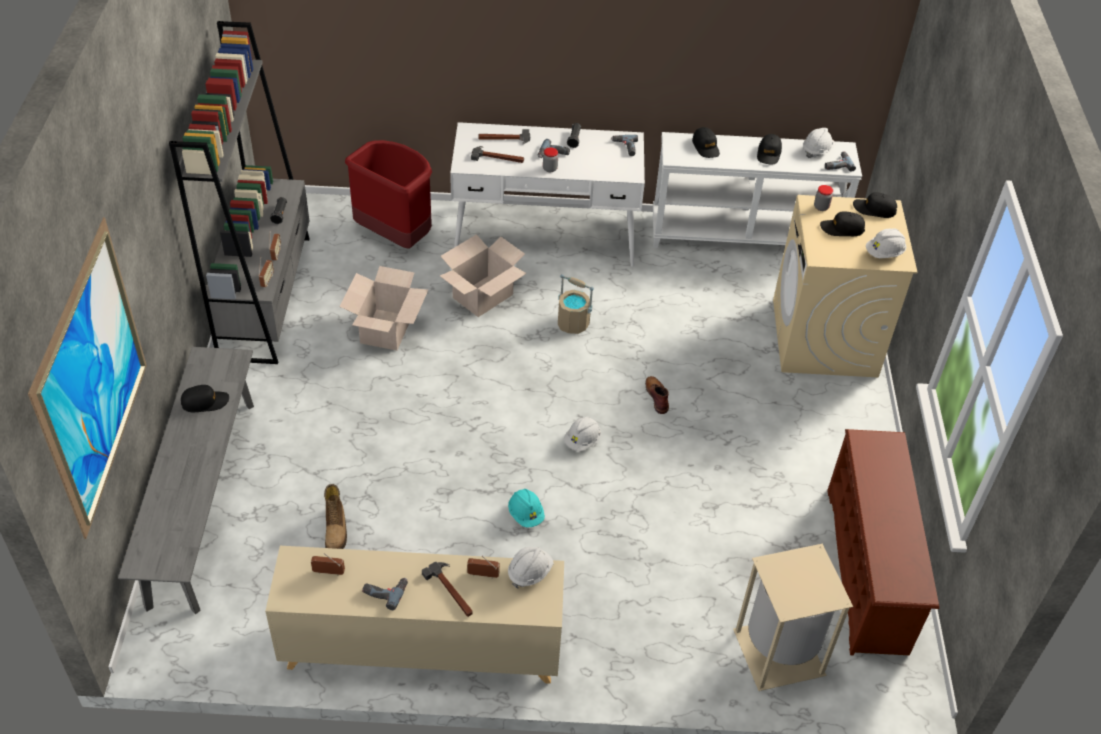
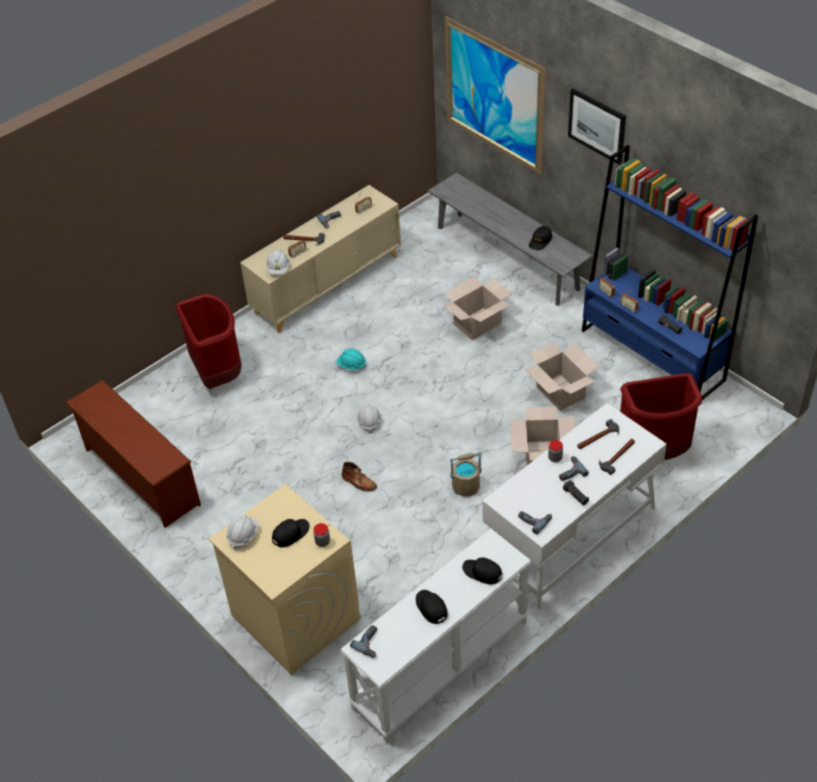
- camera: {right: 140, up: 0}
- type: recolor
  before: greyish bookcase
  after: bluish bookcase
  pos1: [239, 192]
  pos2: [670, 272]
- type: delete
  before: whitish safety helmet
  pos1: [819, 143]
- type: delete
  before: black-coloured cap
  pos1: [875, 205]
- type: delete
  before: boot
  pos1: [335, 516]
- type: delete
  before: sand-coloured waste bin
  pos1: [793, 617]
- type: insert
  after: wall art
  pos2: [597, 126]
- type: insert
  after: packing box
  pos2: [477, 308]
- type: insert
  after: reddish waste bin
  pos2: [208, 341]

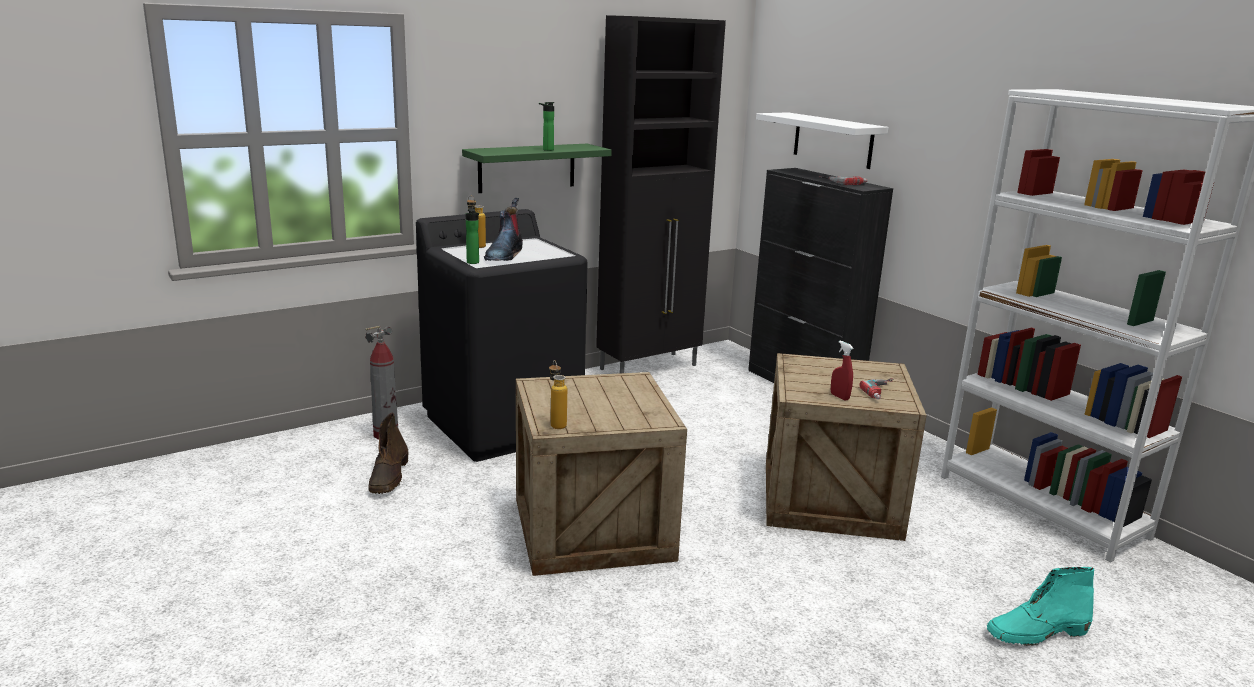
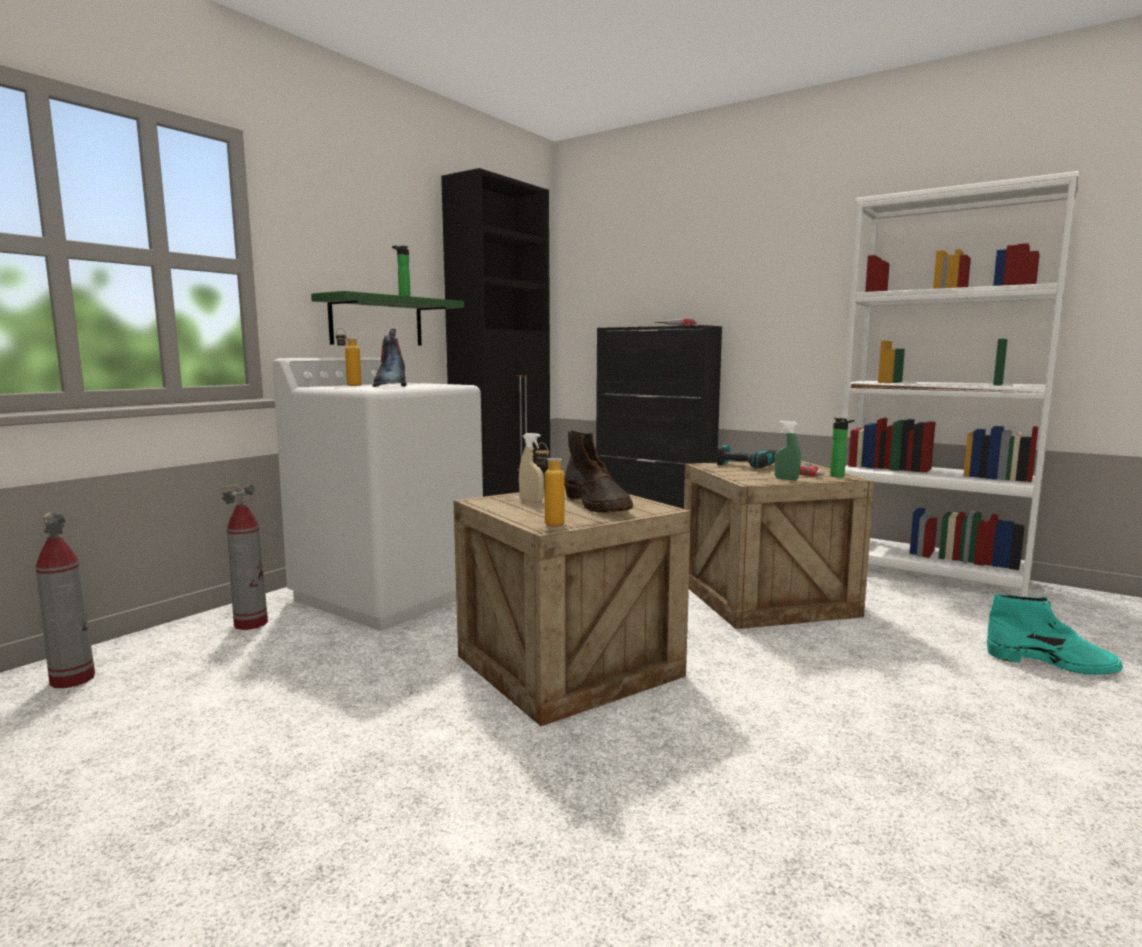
- camera: {right: -20, up: -10}
- type: delete
  before: whitish wall shelf
  pos1: [822, 140]
- type: recolor
  before: black-coloured laundry appliance
  after: whitish laundry appliance
  pos1: [502, 335]
  pos2: [378, 493]
- type: move
  before: beverage bottle
  pos1: [472, 236]
  pos2: [842, 447]
- type: recolor
  before: reddish spray bottle
  after: green-coloured spray bottle
  pos1: [842, 371]
  pos2: [787, 450]
- type: move
  before: brown-coloured boot
  pos1: [388, 453]
  pos2: [599, 472]
- type: rotate
  before: blue-green boot
  pos1: [1040, 606]
  pos2: [1055, 634]
  turn: -120
- type: insert
  after: sand-coloured spray bottle
  pos2: [531, 467]
- type: insert
  after: power drill
  pos2: [747, 457]
- type: insert
  after: fire-fighting cylinder
  pos2: [65, 599]

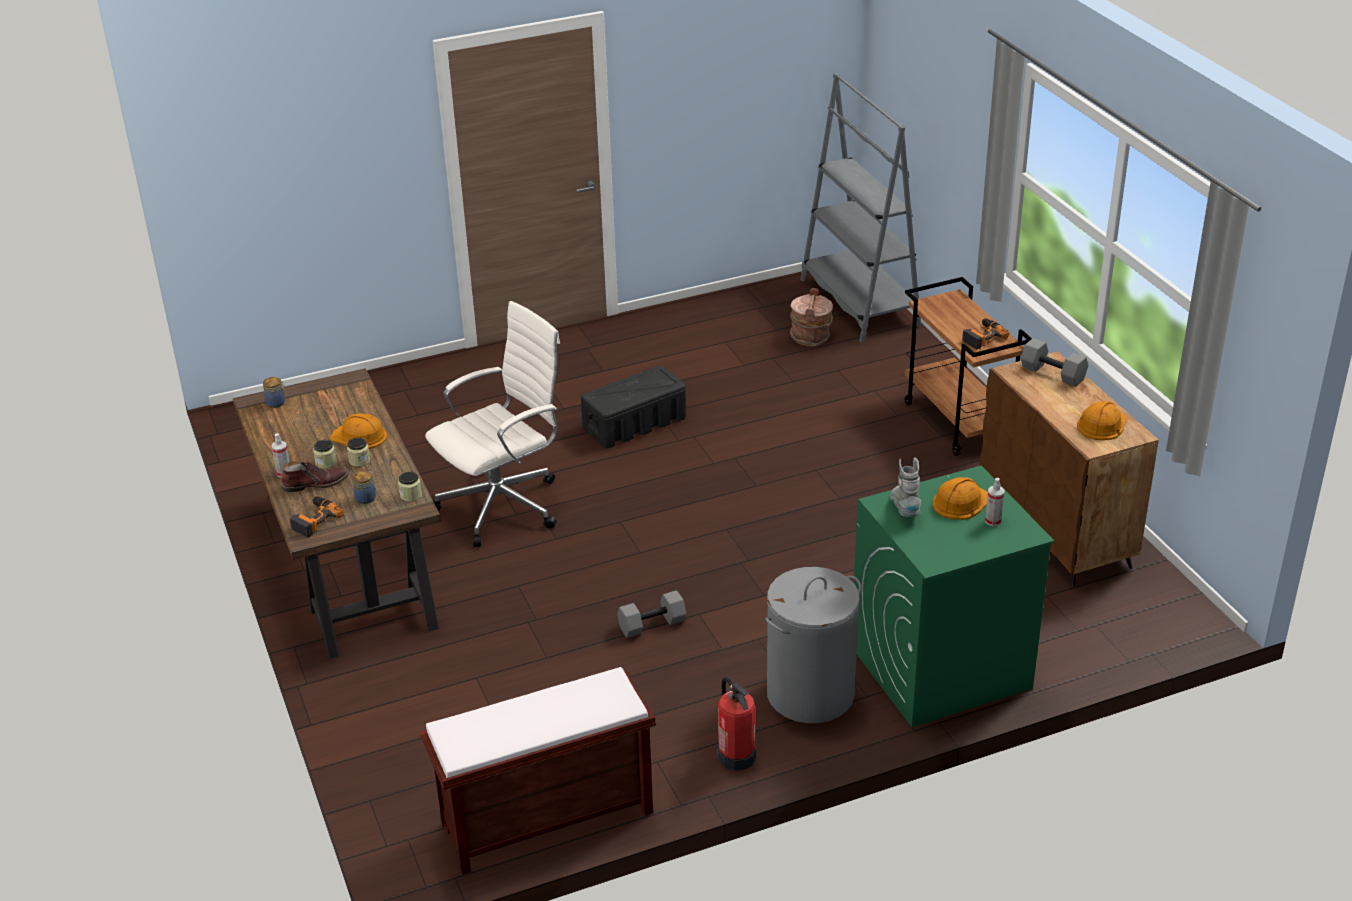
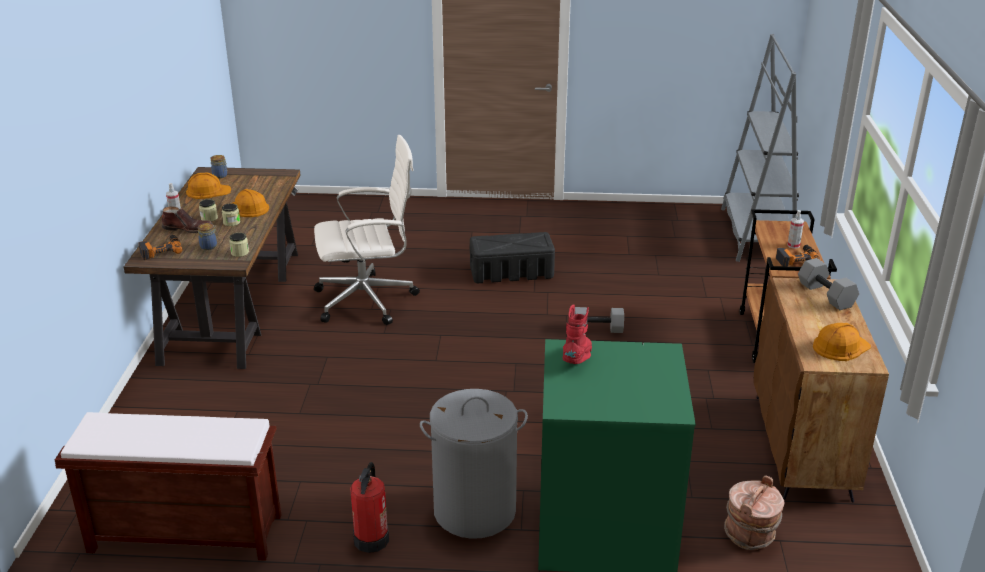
- camera: {right: 25, up: -5}
- type: move
  before: brown-coloured water bucket
  pos1: [811, 317]
  pos2: [754, 512]
- type: recolor
  before: greyish boot
  after: reddish boot
  pos1: [905, 487]
  pos2: [577, 334]
- type: move
  before: orangey safety helmet
  pos1: [960, 498]
  pos2: [208, 186]
- type: move
  before: spray bottle
  pos1: [994, 502]
  pos2: [795, 229]
- type: move
  before: greyish free weight
  pos1: [651, 614]
  pos2: [599, 320]

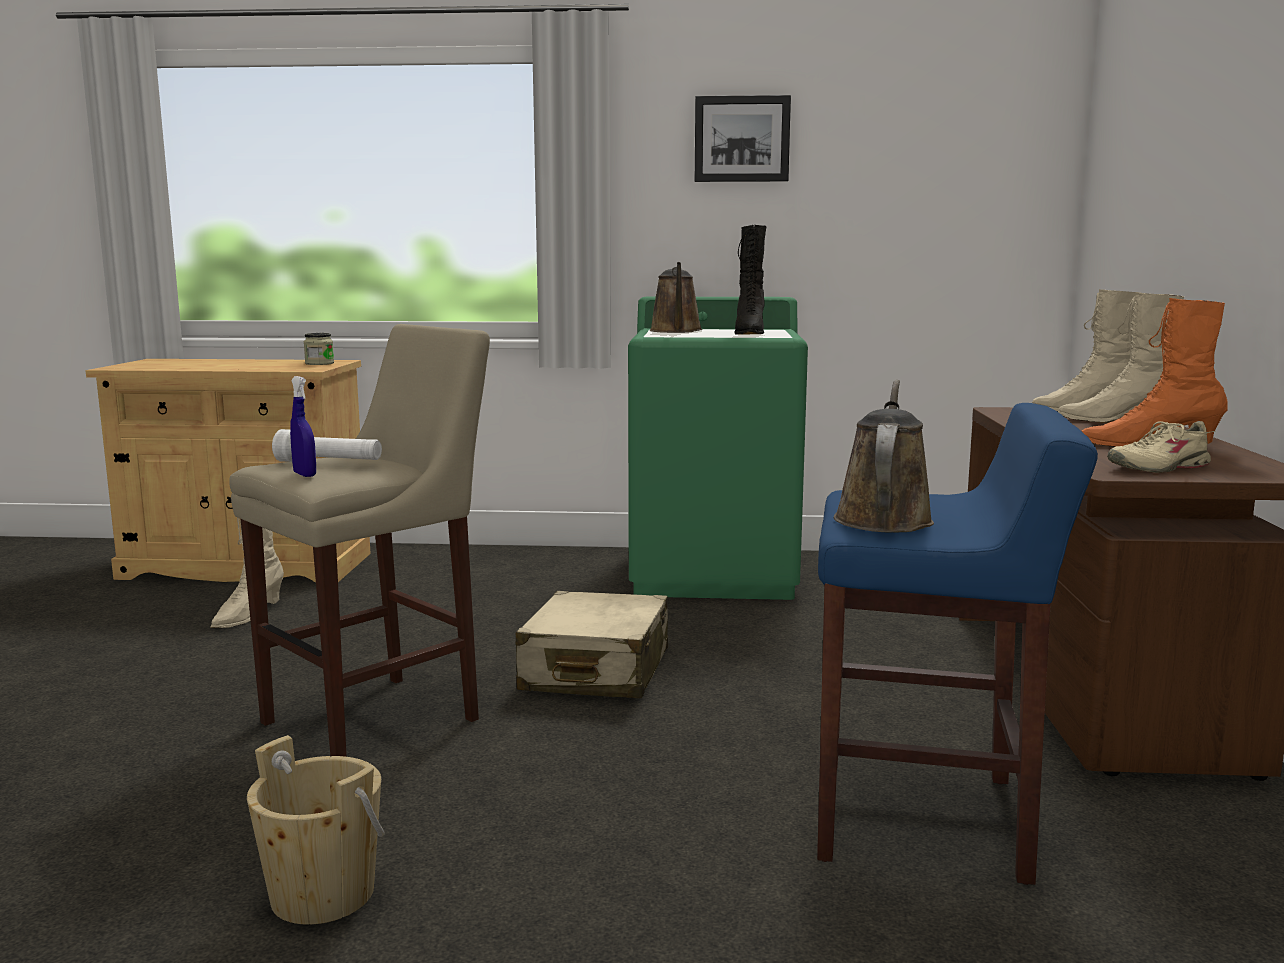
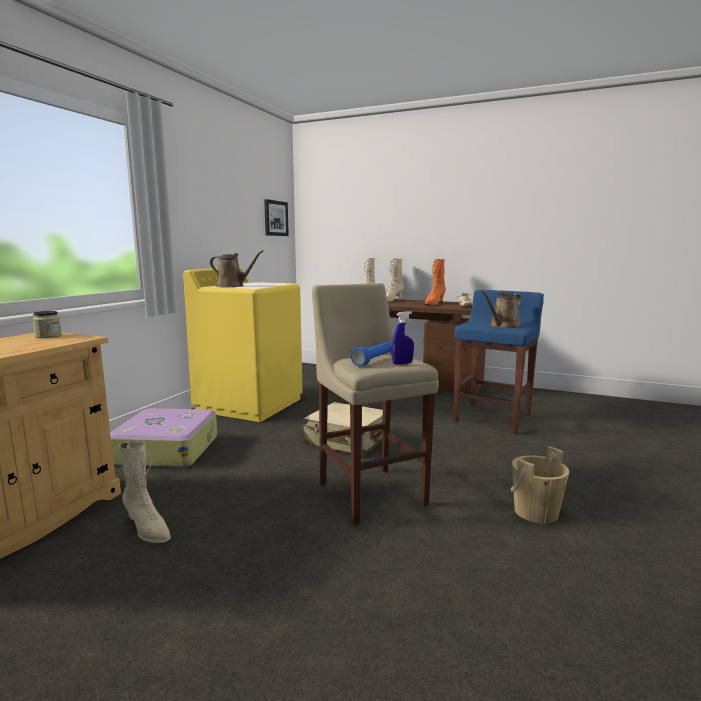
- camera: {right: -70, up: 0}
- type: move
  before: wall art
  pos1: [743, 138]
  pos2: [276, 217]
- type: delete
  before: black-coloured boot
  pos1: [750, 280]
- type: recolor
  before: green-coloured laundry appliance
  after: yellowish laundry appliance
  pos1: [718, 448]
  pos2: [243, 344]
- type: rotate
  before: brown-coloured sprinkling can
  pos1: [884, 456]
  pos2: [501, 309]
  turn: -75
- type: recolor
  before: whitish torch
  after: bluish torch
  pos1: [327, 445]
  pos2: [371, 354]
- type: insert
  after: suitcase
  pos2: [163, 438]

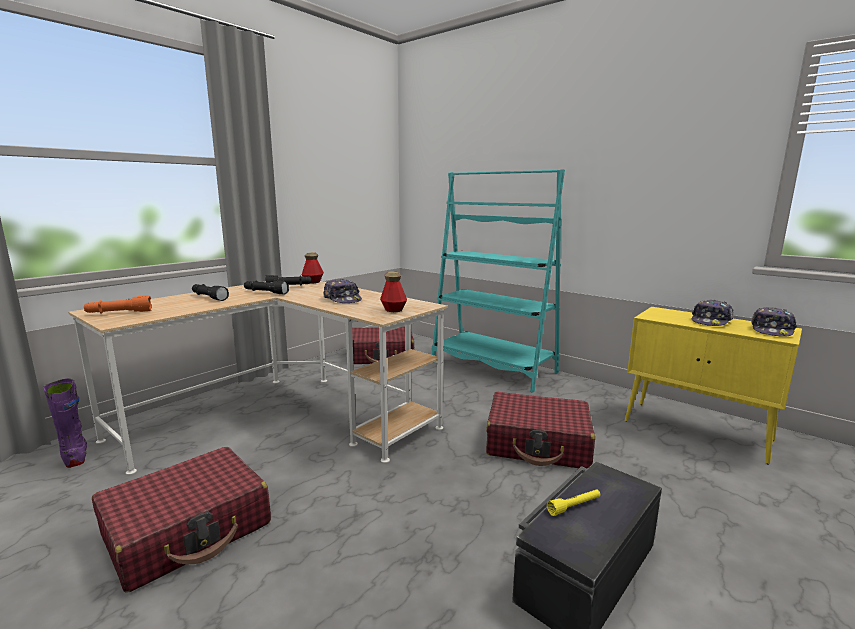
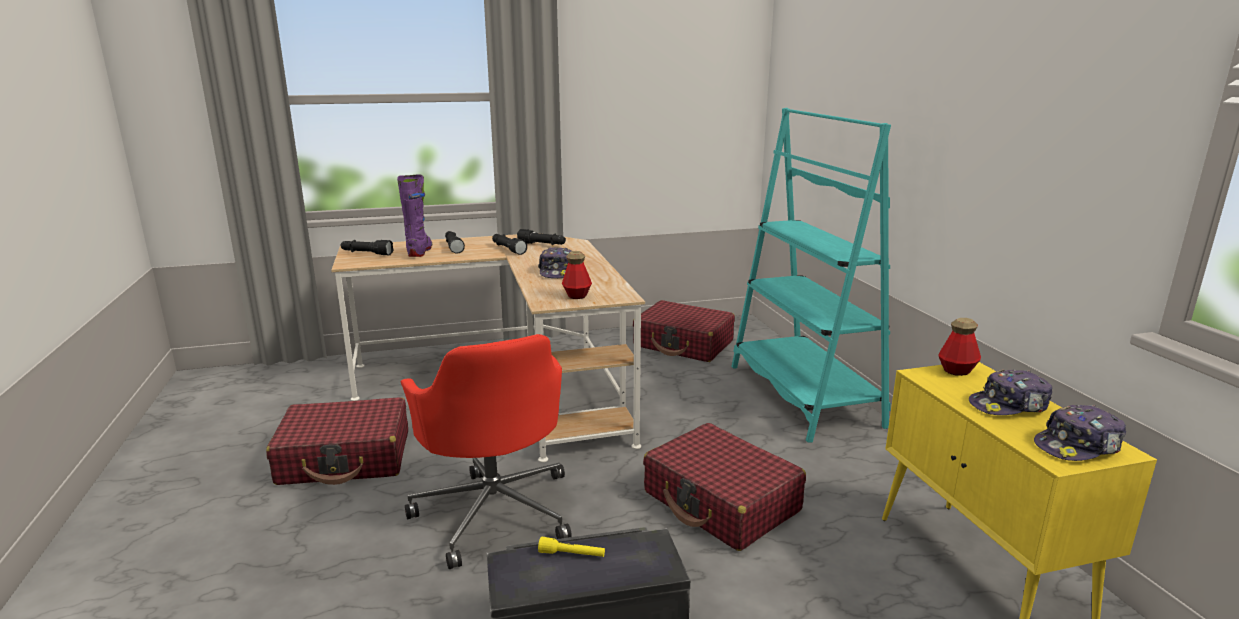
- camera: {right: 35, up: 5}
- type: move
  before: beverage bottle
  pos1: [313, 268]
  pos2: [959, 347]
- type: recolor
  before: orangey torch
  after: black-coloured torch
  pos1: [118, 304]
  pos2: [367, 247]
- type: move
  before: purple-coloured boot
  pos1: [65, 423]
  pos2: [415, 215]
- type: insert
  after: reddish computer chair
  pos2: [486, 451]

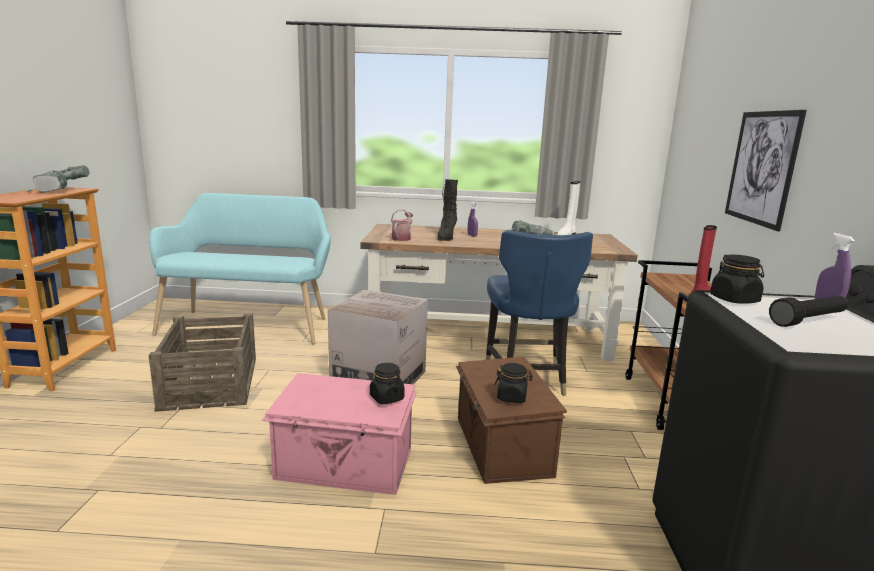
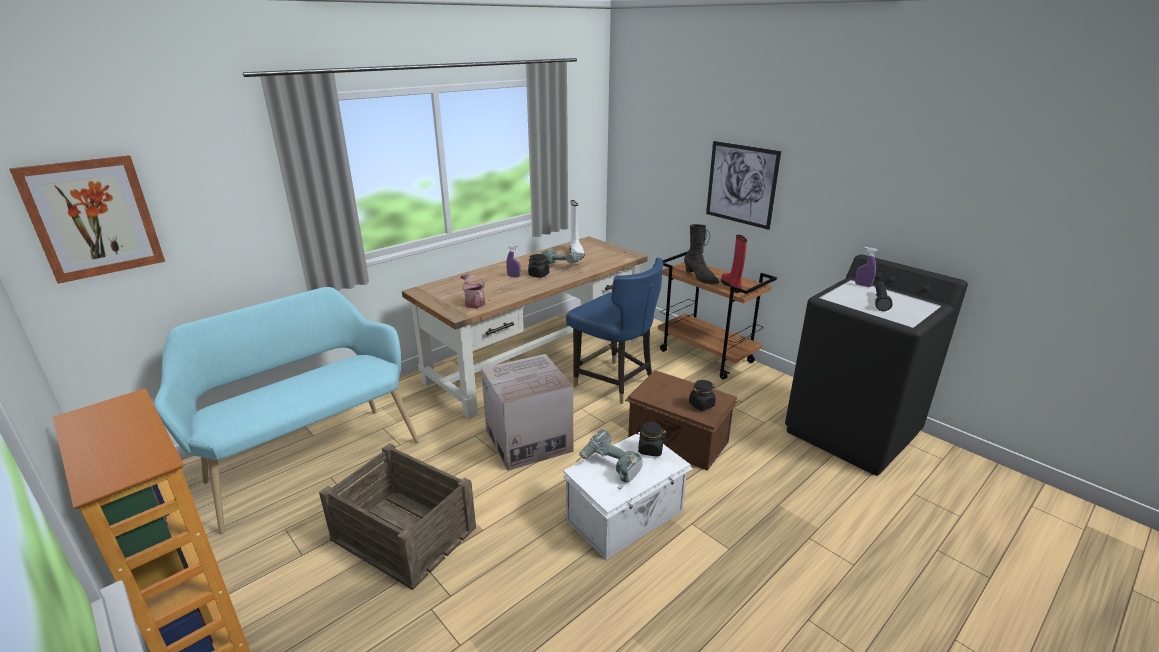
- camera: {right: -45, up: 10}
- type: move
  before: power drill
  pos1: [59, 179]
  pos2: [609, 459]
- type: move
  before: black-coloured boot
  pos1: [447, 210]
  pos2: [701, 254]
- type: move
  before: black-coloured jar
  pos1: [737, 279]
  pos2: [538, 266]
- type: recolor
  before: pinkish storage box
  after: whitish storage box
  pos1: [339, 434]
  pos2: [627, 496]
- type: insert
  after: wall art
  pos2: [87, 219]

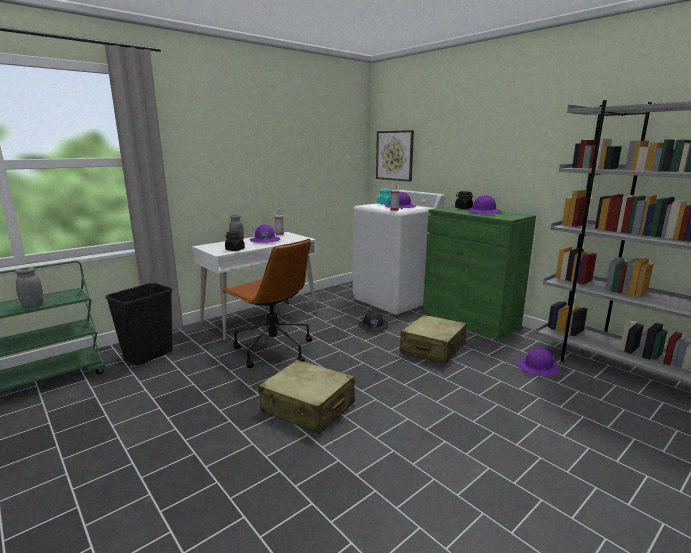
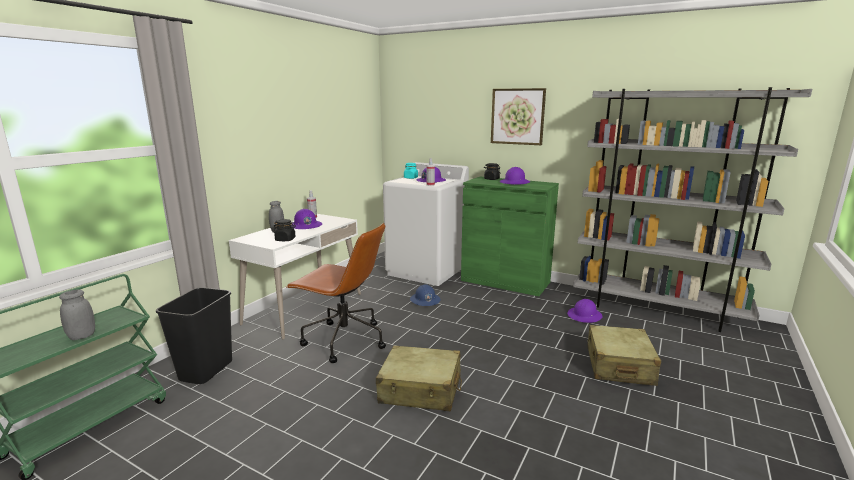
- camera: {right: -20, up: 0}
- type: move
  before: wall art
  pos1: [395, 156]
  pos2: [518, 116]
- type: recolor
  before: black-coloured safety helmet
  after: bluish safety helmet
  pos1: [373, 321]
  pos2: [425, 295]
- type: move
  before: sand-coloured suitcase
  pos1: [433, 339]
  pos2: [624, 355]

